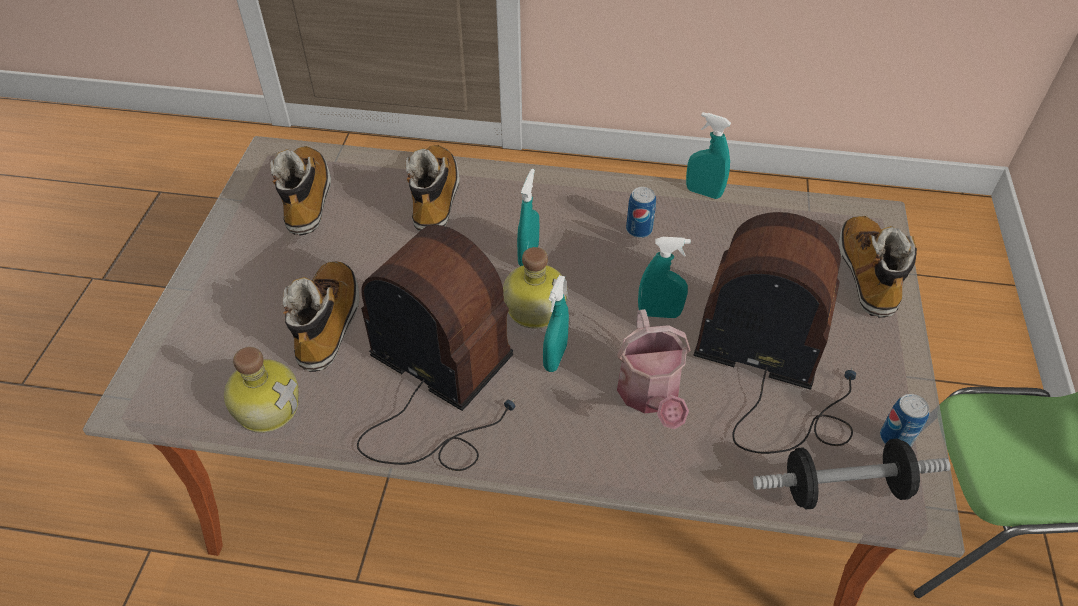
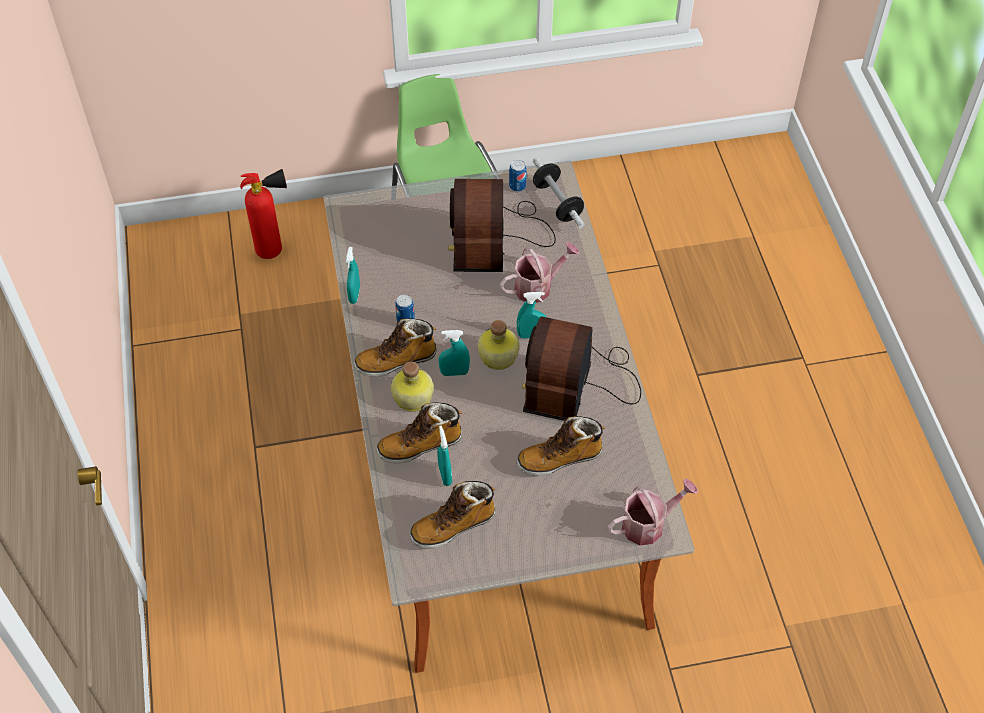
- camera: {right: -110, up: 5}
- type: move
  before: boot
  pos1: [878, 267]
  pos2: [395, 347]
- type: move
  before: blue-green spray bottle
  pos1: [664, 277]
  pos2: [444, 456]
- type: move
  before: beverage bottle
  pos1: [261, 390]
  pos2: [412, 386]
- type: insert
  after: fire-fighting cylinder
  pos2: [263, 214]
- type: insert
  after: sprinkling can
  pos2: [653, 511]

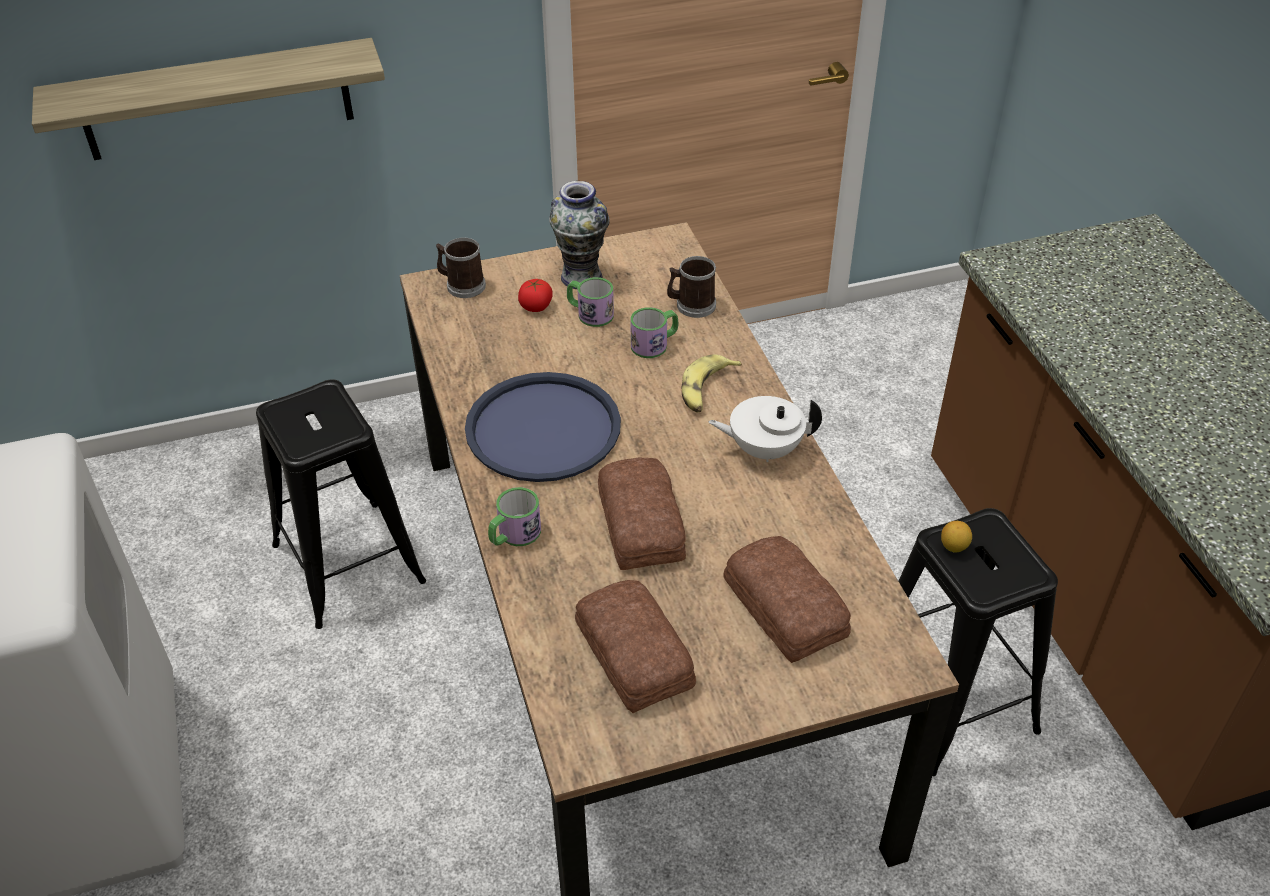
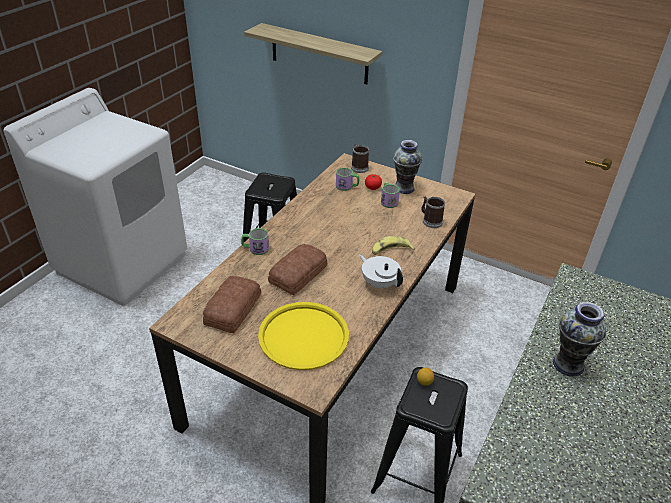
- camera: {right: 45, up: -5}
- type: move
  before: tea mug
  pos1: [654, 332]
  pos2: [347, 179]
- type: delete
  before: bluish carrying tray
  pos1: [543, 427]
- type: replace
  before: baked bread
  after: yellowish carrying tray
  pos1: [787, 599]
  pos2: [303, 336]
- type: insert
  after: decorative vase
  pos2: [579, 339]

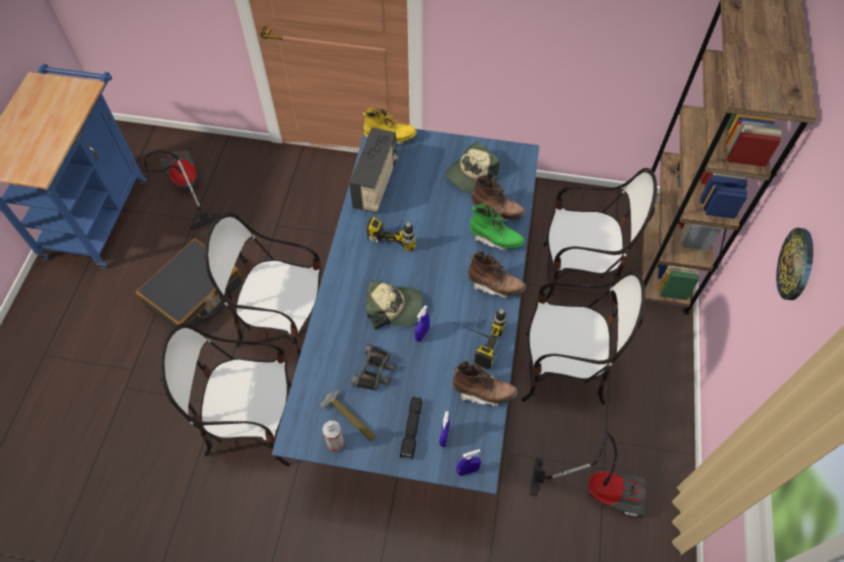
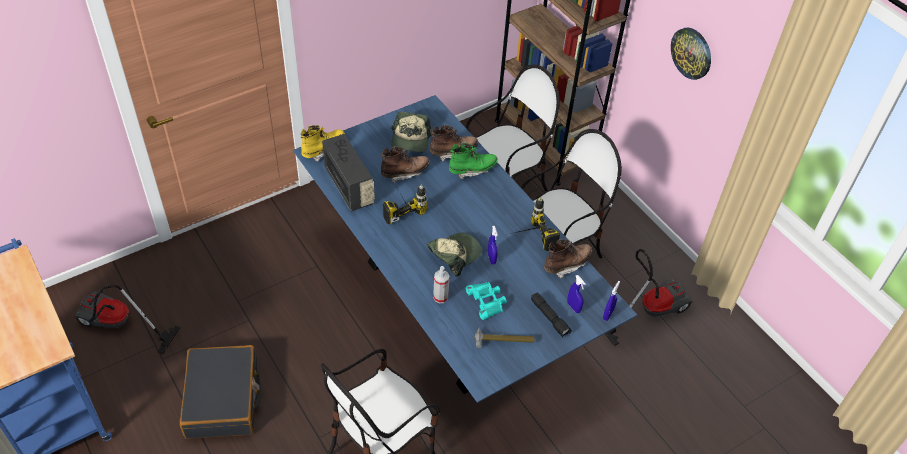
- camera: {right: -45, up: -10}
- type: delete
  before: chair
  pos1: [263, 285]
- type: move
  before: brown-coloured boot
  pos1: [497, 274]
  pos2: [405, 165]
- type: recolor
  before: black-coloured field glasses
  after: blue-green field glasses
  pos1: [373, 367]
  pos2: [486, 301]
- type: move
  before: spray bottle
  pos1: [333, 436]
  pos2: [441, 284]

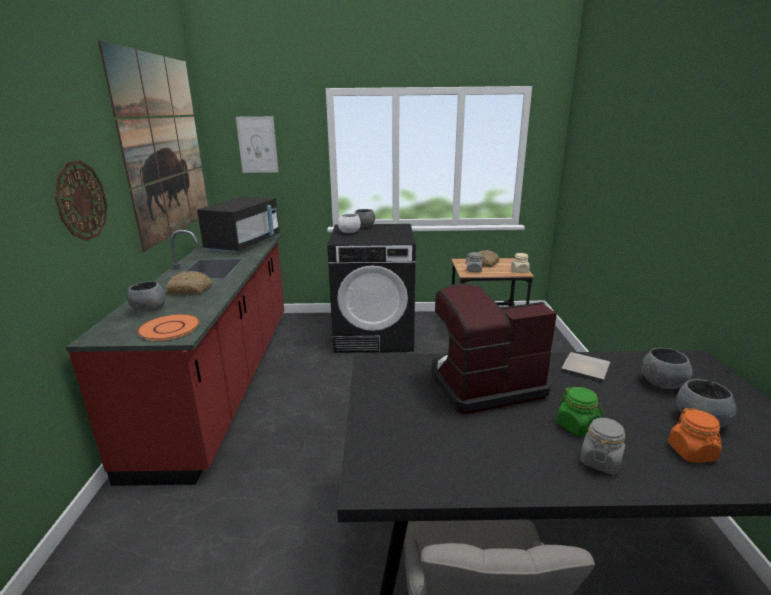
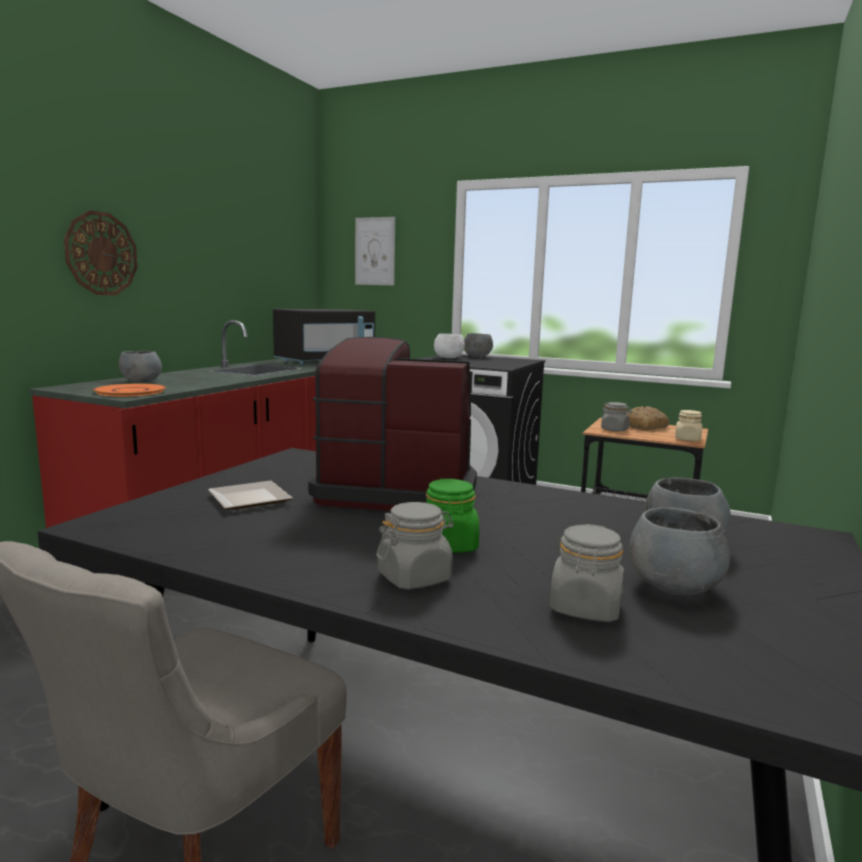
- camera: {right: 25, up: -10}
- type: delete
  before: wall art
  pos1: [153, 146]
- type: delete
  before: baked bread
  pos1: [189, 283]
- type: move
  before: flat dish
  pos1: [586, 366]
  pos2: [250, 495]
- type: recolor
  before: orangey jar
  after: greyish jar
  pos1: [695, 435]
  pos2: [587, 573]

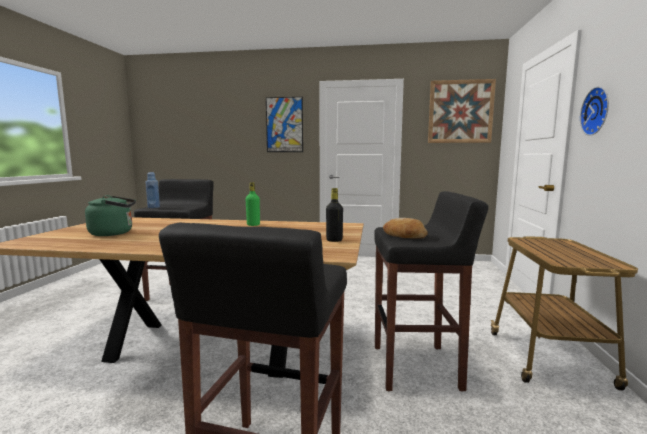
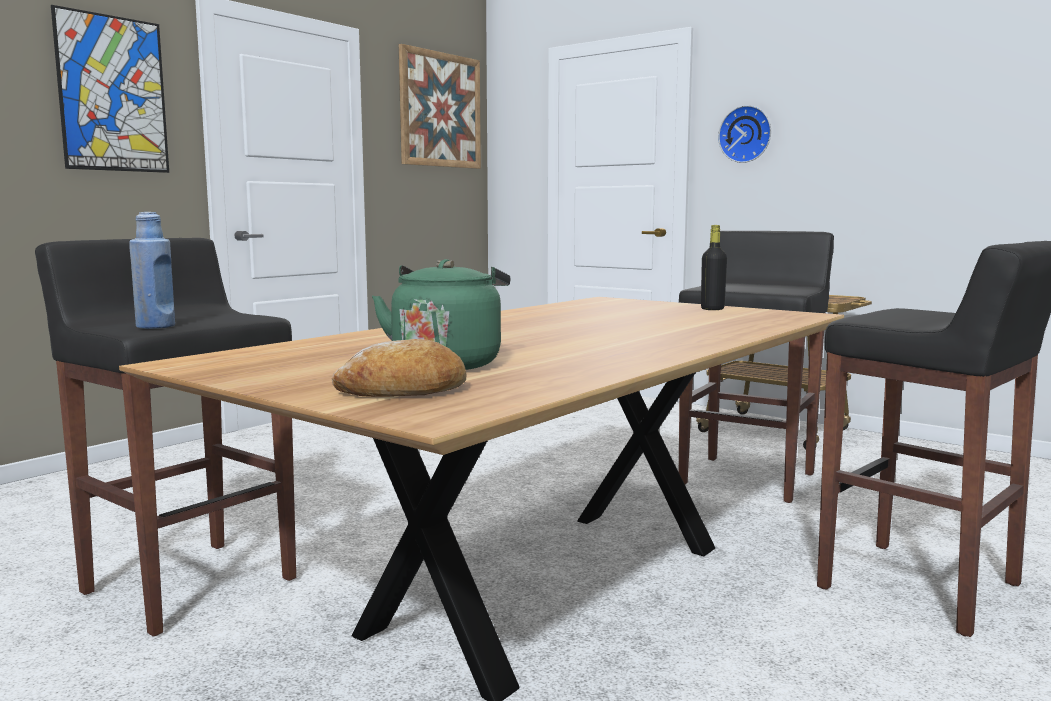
- camera: {right: -60, up: 0}
- type: delete
  before: green-coloured beverage bottle
  pos1: [253, 204]
- type: move
  before: baked bread
  pos1: [405, 228]
  pos2: [399, 368]

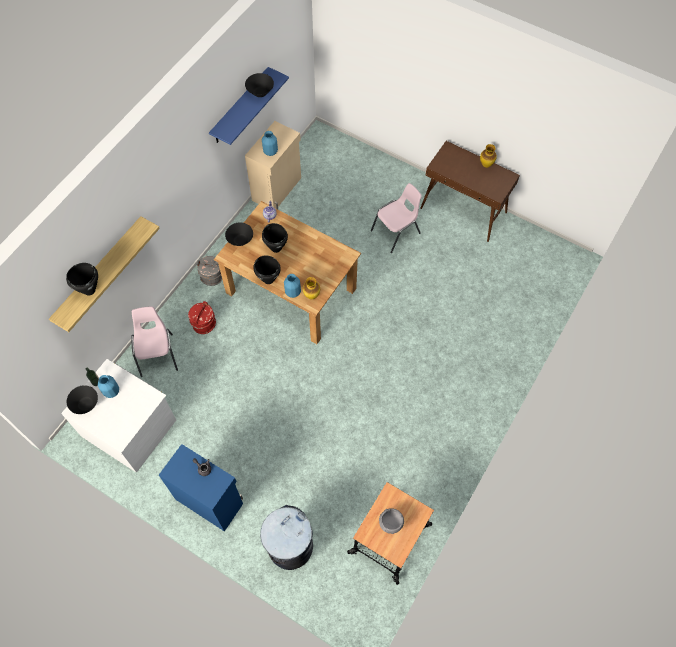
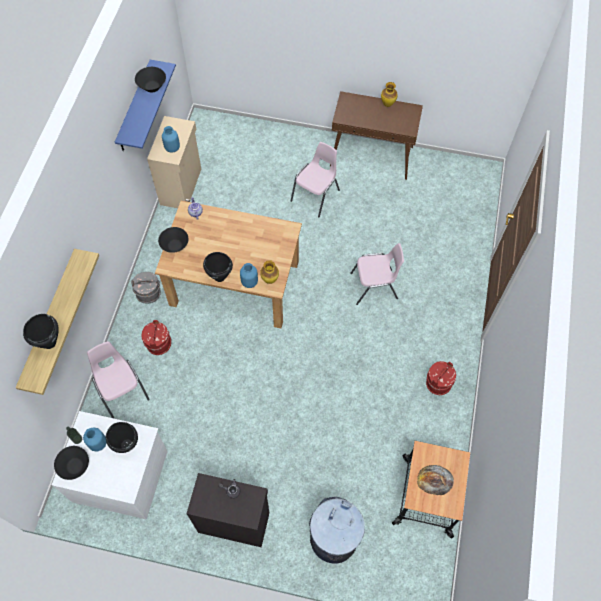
- camera: {right: -20, up: 0}
- type: move
  before: black-coloured stockpot
  pos1: [275, 238]
  pos2: [122, 437]
- type: recolor
  before: bluish cabinet
  after: black-coloured cabinet
  pos1: [201, 487]
  pos2: [228, 510]
- type: replace
  before: greyish serving bowl
  after: baked bread
  pos1: [391, 521]
  pos2: [435, 480]
- type: insert
  after: pinkish chair
  pos2: [377, 274]
- type: insert
  after: reddish water bucket
  pos2: [441, 378]

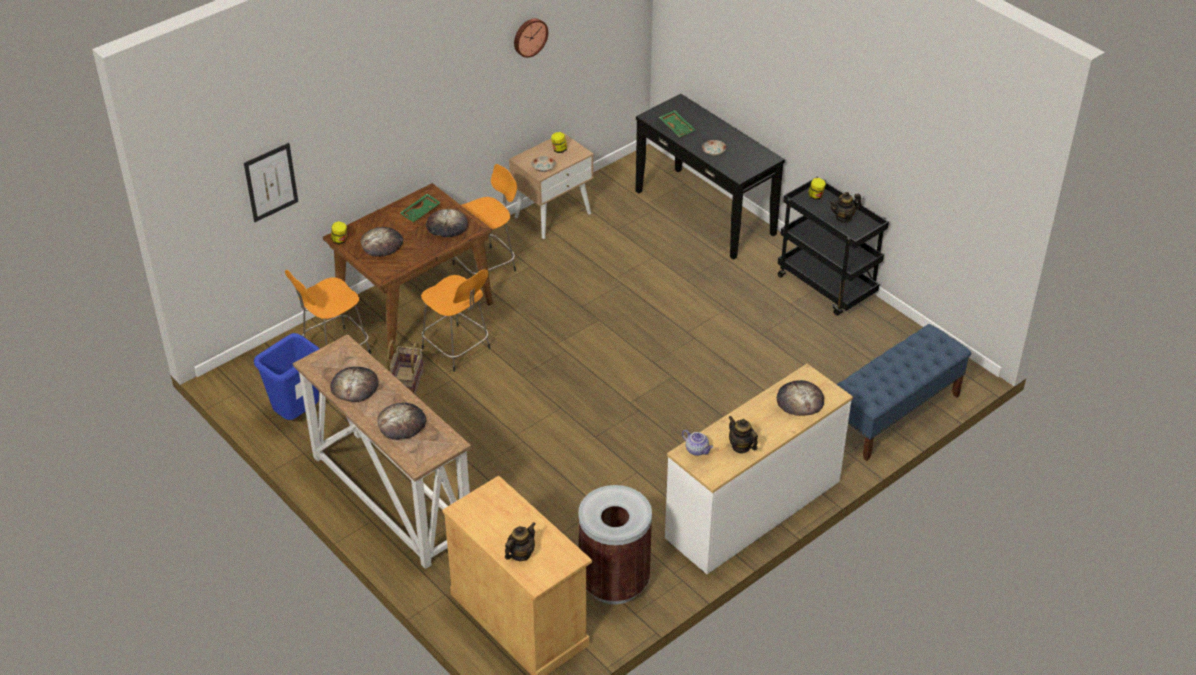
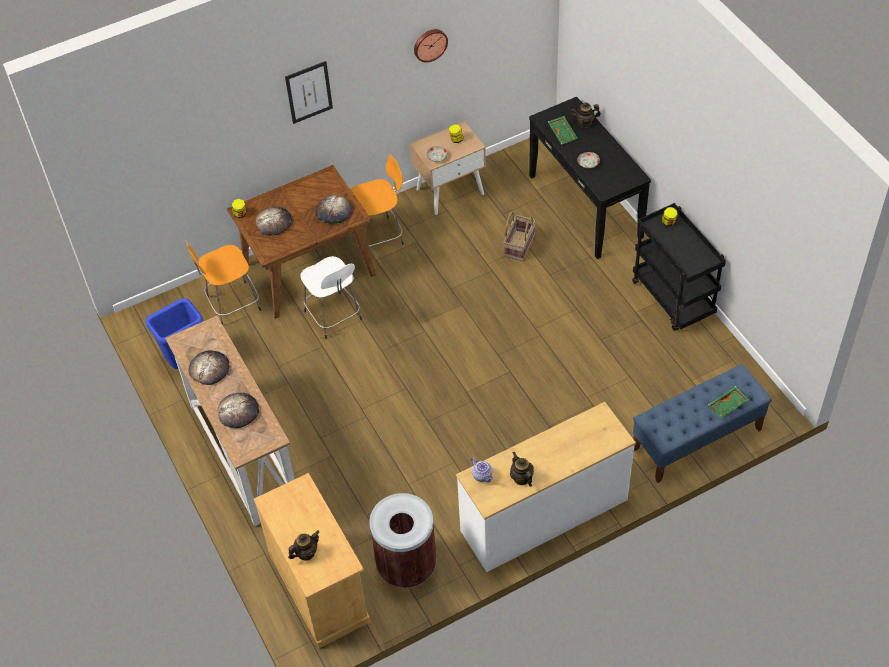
- camera: {right: 15, up: 10}
- type: move
  before: wall art
  pos1: [271, 182]
  pos2: [309, 92]
- type: move
  before: tea pot
  pos1: [845, 207]
  pos2: [586, 115]
- type: move
  before: green-coloured carrying tray
  pos1: [420, 208]
  pos2: [728, 402]
- type: recolor
  before: orangey stool seat
  after: whitish stool seat
  pos1: [455, 320]
  pos2: [331, 297]
- type: move
  before: household basket
  pos1: [405, 367]
  pos2: [519, 236]
- type: delete
  before: baked bread
  pos1: [800, 398]

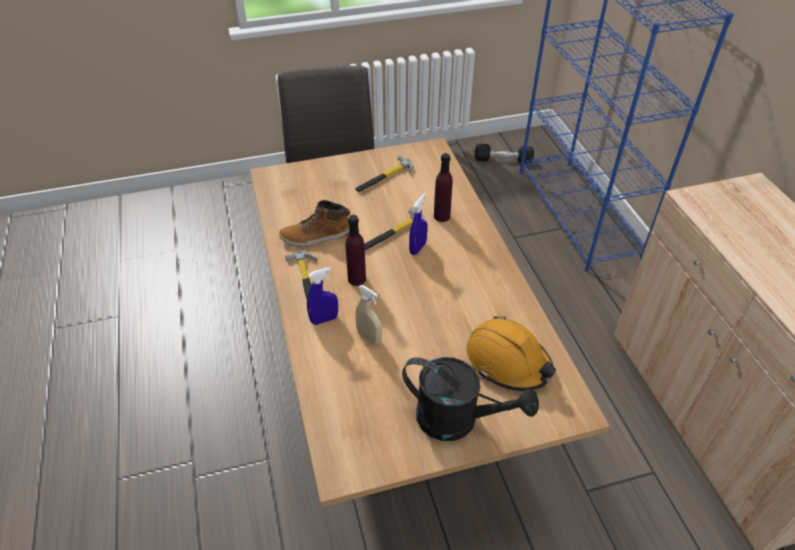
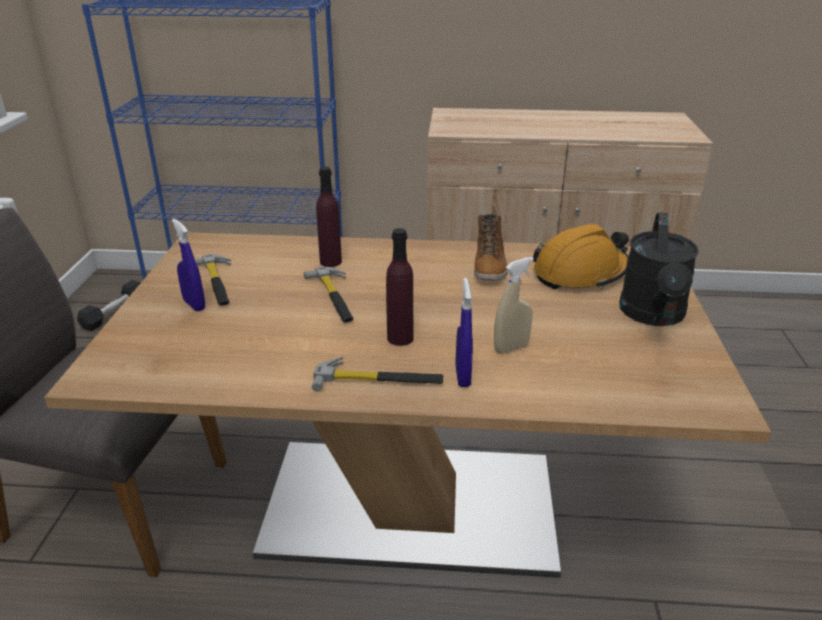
- camera: {right: -70, up: -15}
- type: move
  before: bluish spray bottle
  pos1: [418, 224]
  pos2: [188, 265]
- type: move
  before: boot
  pos1: [314, 223]
  pos2: [491, 247]
- type: rotate
  before: black-coloured sprinkling can
  pos1: [470, 399]
  pos2: [659, 269]
  turn: 150

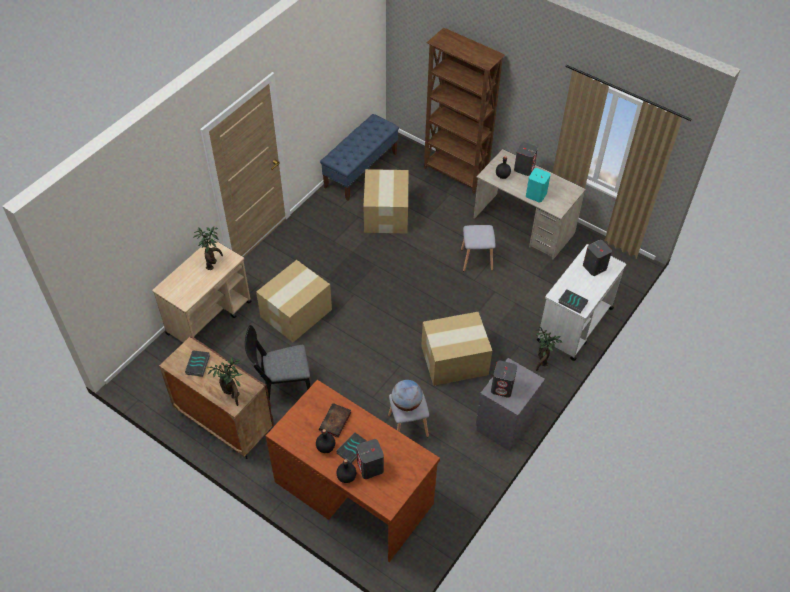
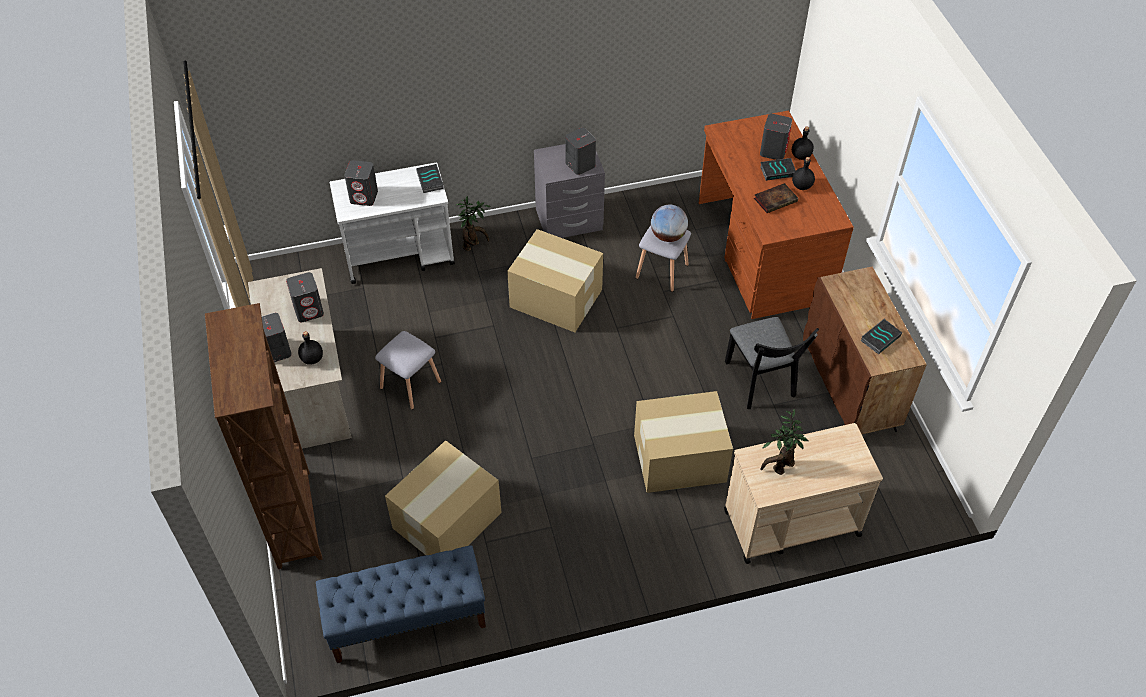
- camera: {right: -140, up: 0}
- type: recolor
  before: blue-green audio speaker
  after: greyish audio speaker
  pos1: [538, 185]
  pos2: [305, 297]
- type: rotate
  before: black-coloured chair
  pos1: [278, 363]
  pos2: [772, 363]
  turn: 45
- type: delete
  before: potted plant
  pos1: [225, 381]

